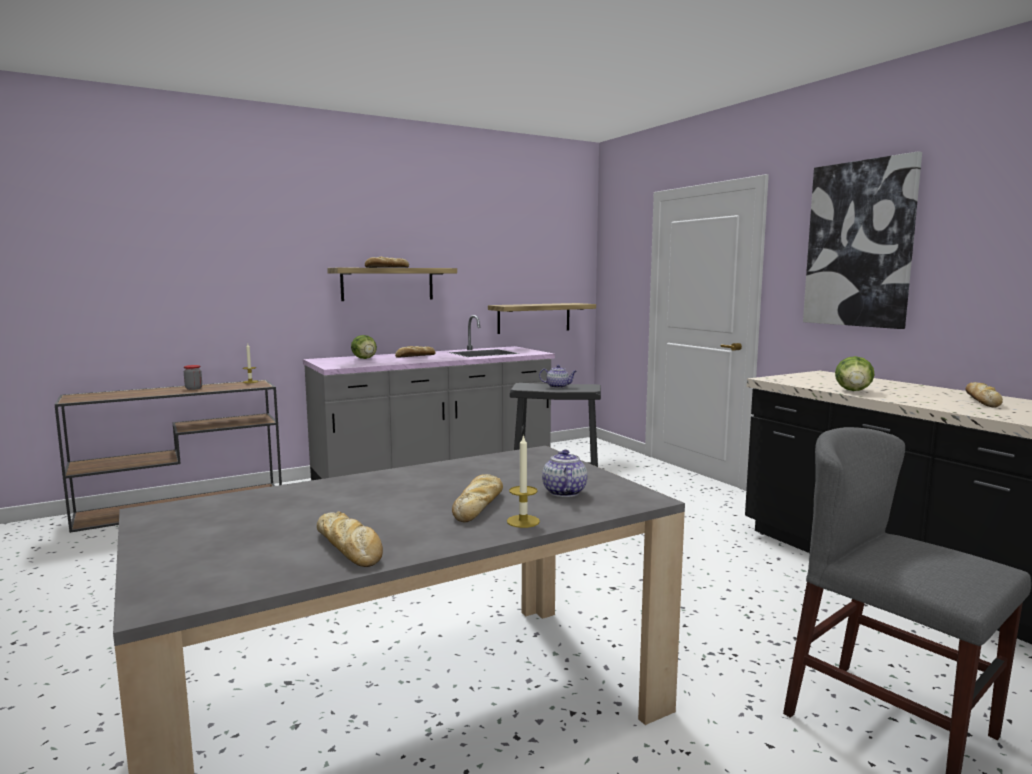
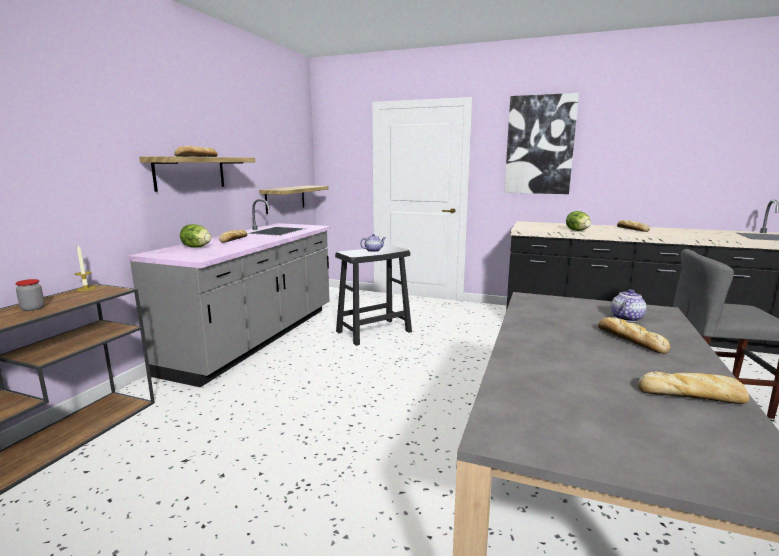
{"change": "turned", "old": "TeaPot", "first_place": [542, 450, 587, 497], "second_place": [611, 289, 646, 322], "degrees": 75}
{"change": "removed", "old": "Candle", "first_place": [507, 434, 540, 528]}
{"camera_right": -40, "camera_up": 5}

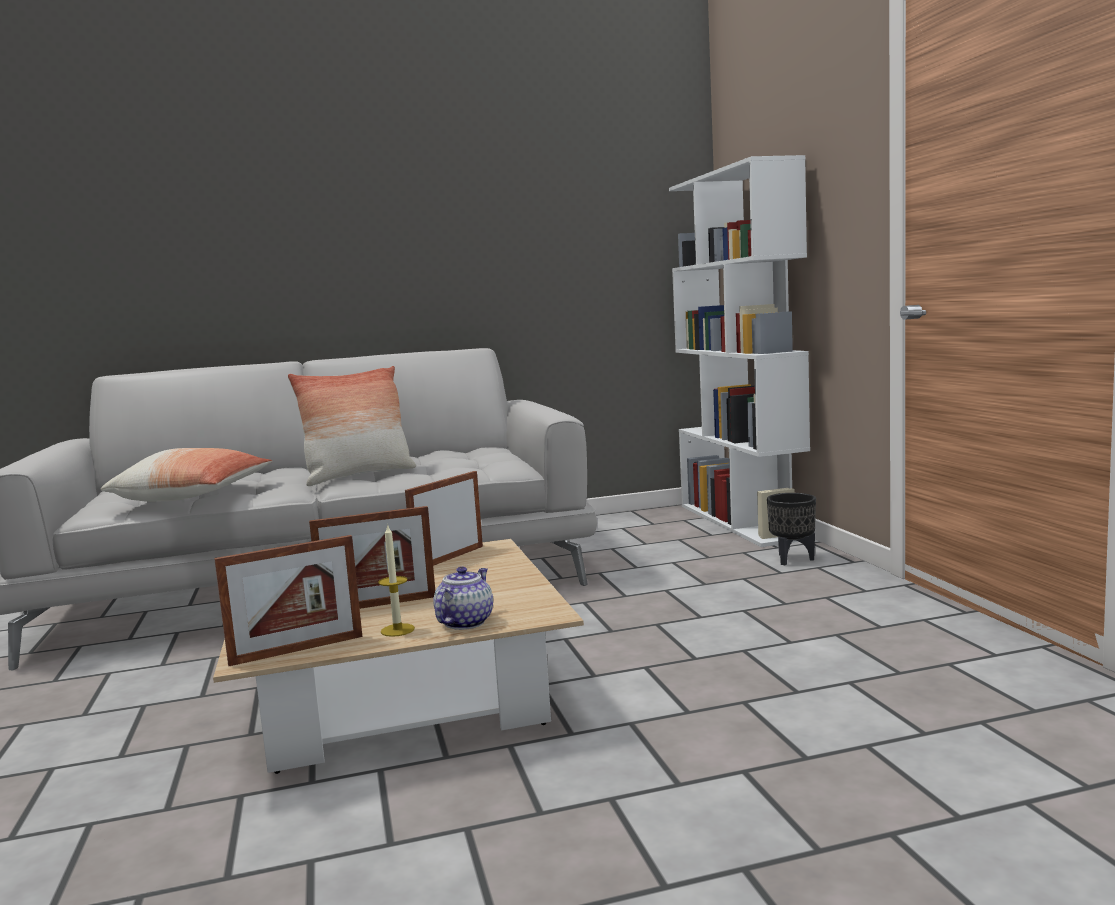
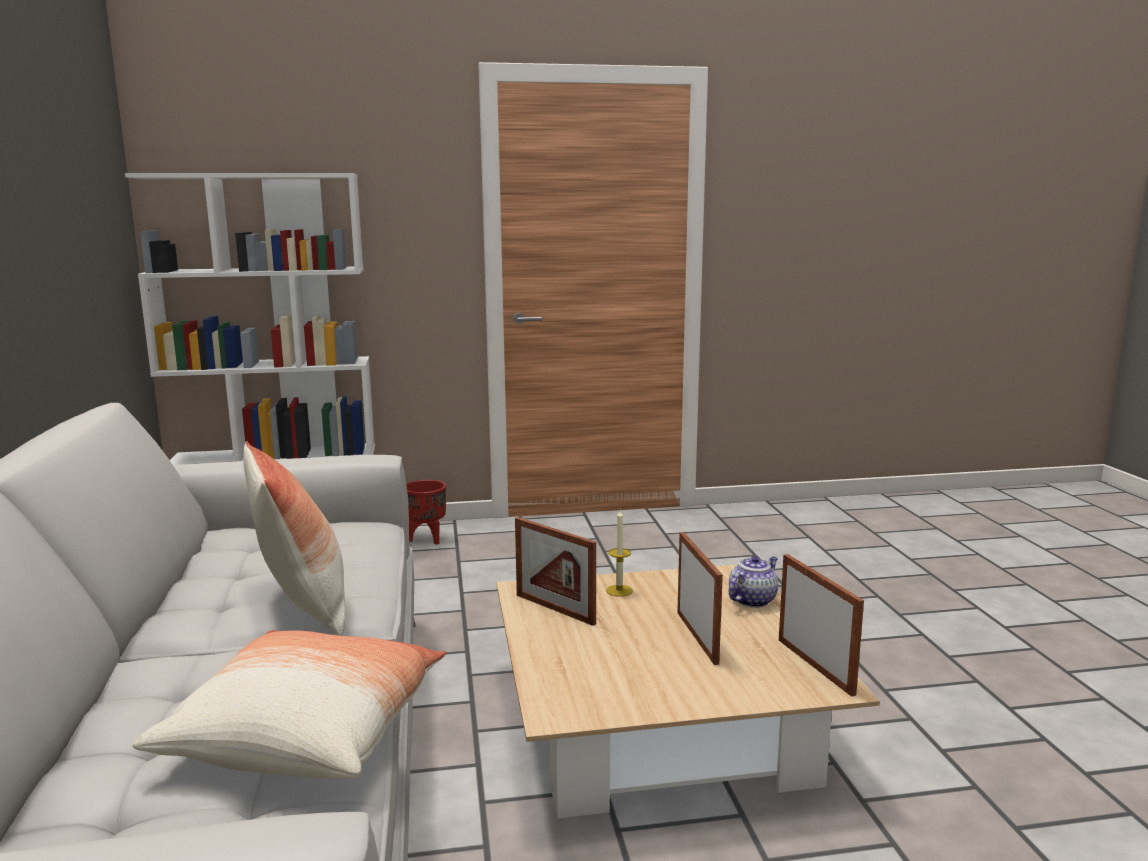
{"change": "recoloured", "old": "BlackishFlowerPot", "new": "RedFlowerPot", "first_place": [767, 493, 816, 565], "second_place": [406, 480, 446, 545]}
{"change": "moved", "old": "Candle", "first_place": [378, 524, 415, 637], "second_place": [606, 510, 633, 597]}
{"change": "turned", "old": "TeaPot", "first_place": [433, 567, 493, 630], "second_place": [729, 556, 778, 608], "degrees": 105}
{"camera_right": -85, "camera_up": 5}

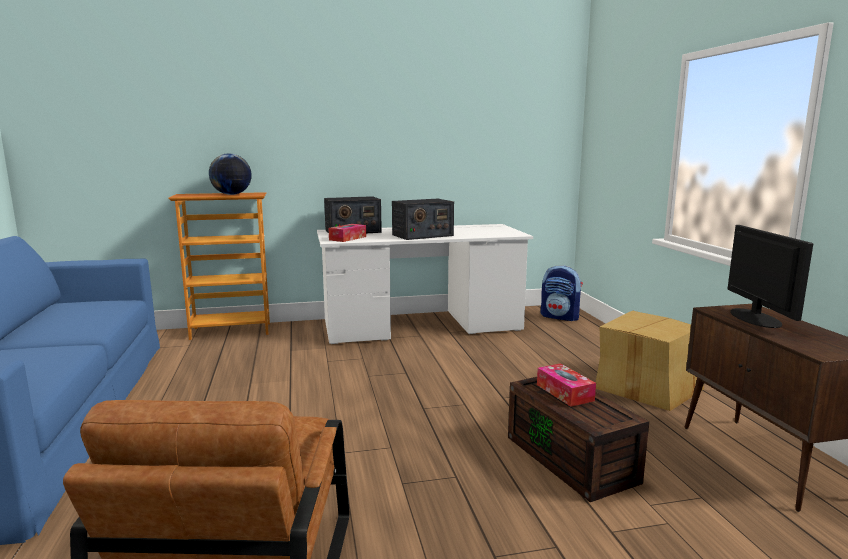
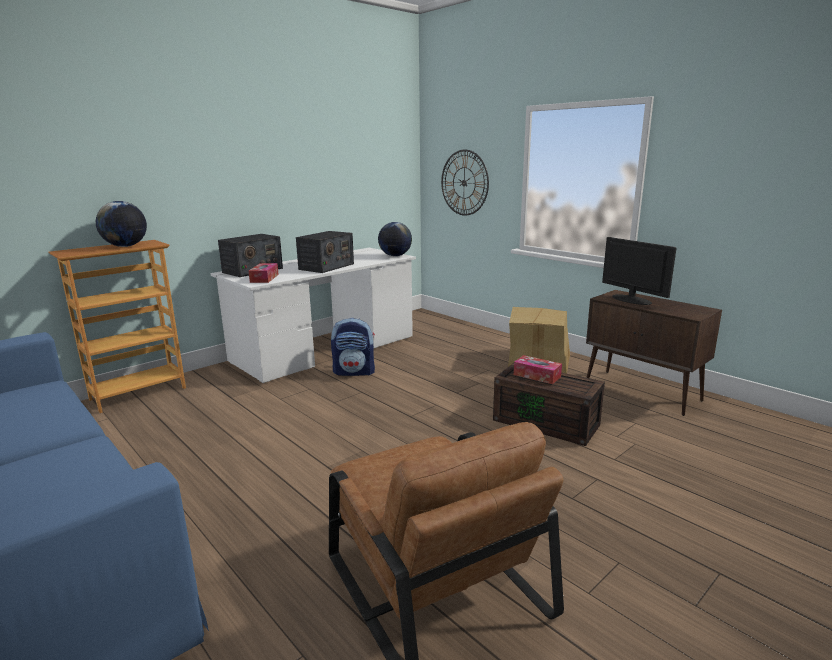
{"change": "moved", "old": "Rucksack", "first_place": [540, 265, 583, 321], "second_place": [331, 318, 375, 376]}
{"change": "added", "new": "Globe", "second_place": [378, 222, 412, 256]}
{"change": "added", "new": "WallClock", "second_place": [441, 150, 489, 216]}
{"camera_right": -30, "camera_up": 5}

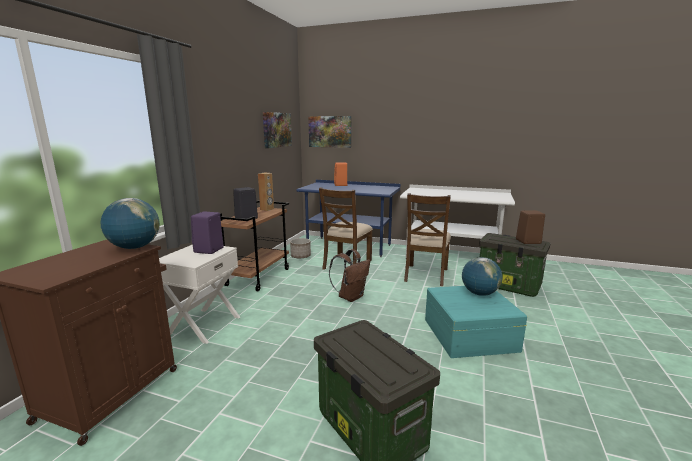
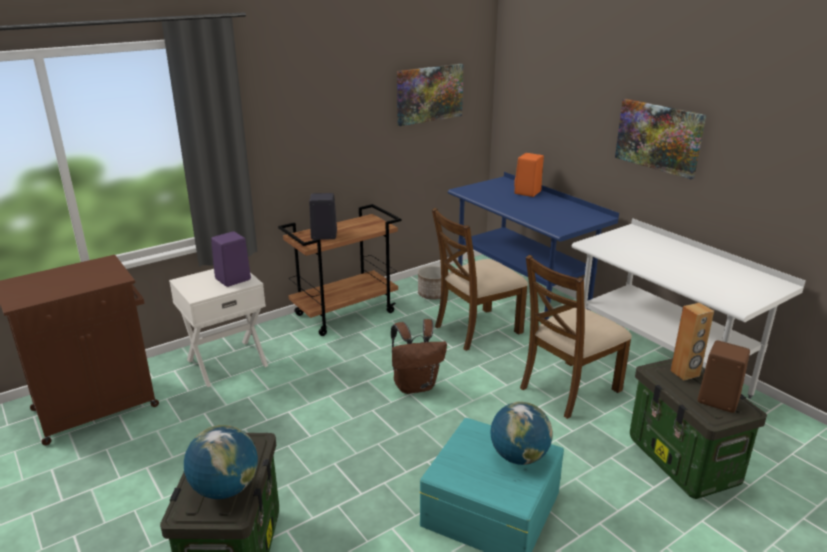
{"change": "moved", "old": "Globe", "first_place": [100, 198, 160, 249], "second_place": [184, 425, 258, 499]}
{"change": "moved", "old": "WallPicture", "first_place": [308, 116, 351, 148], "second_place": [615, 99, 706, 179]}
{"change": "moved", "old": "BrownSpeaker", "first_place": [258, 173, 274, 211], "second_place": [670, 303, 714, 381]}
{"camera_right": 35, "camera_up": 10}

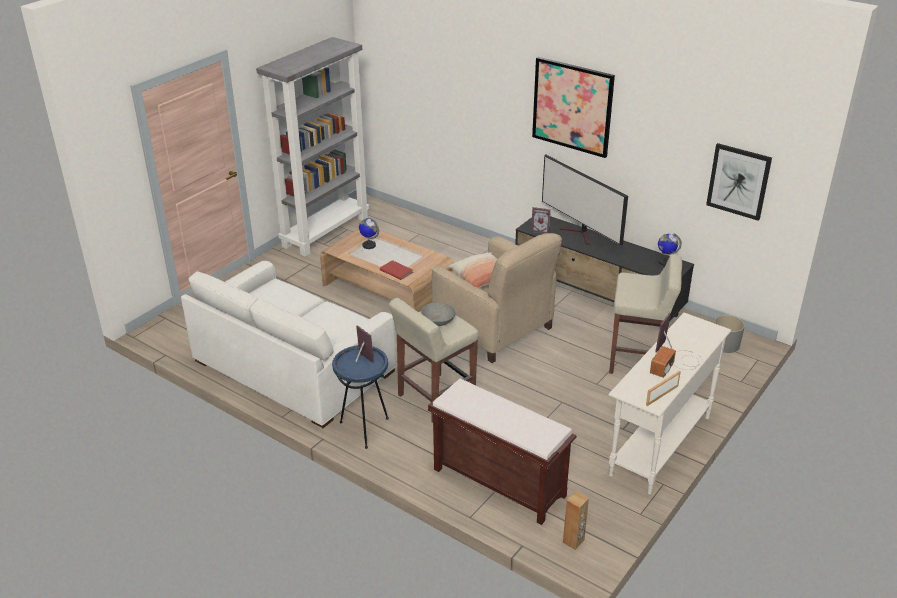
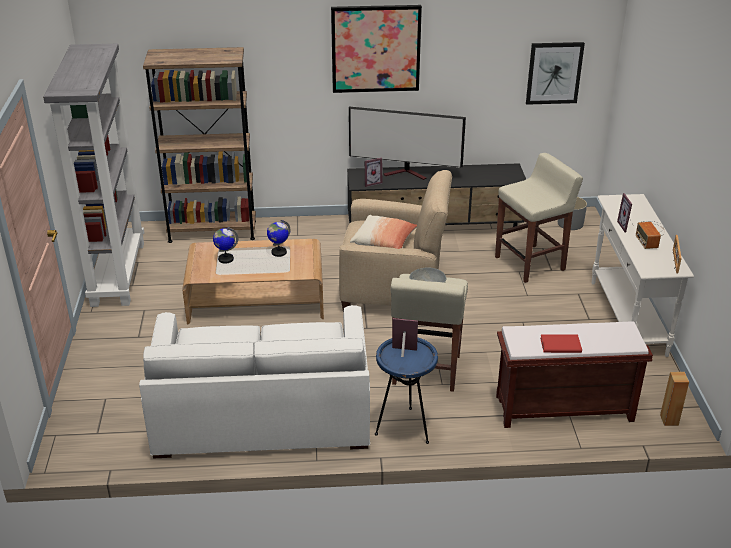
{"change": "added", "new": "BrownBookshelf", "second_place": [143, 47, 256, 243]}
{"change": "moved", "old": "Globe", "first_place": [658, 233, 682, 266], "second_place": [267, 220, 290, 257]}
{"change": "moved", "old": "RedBook", "first_place": [380, 260, 413, 280], "second_place": [540, 334, 582, 353]}
{"camera_right": -40, "camera_up": 0}

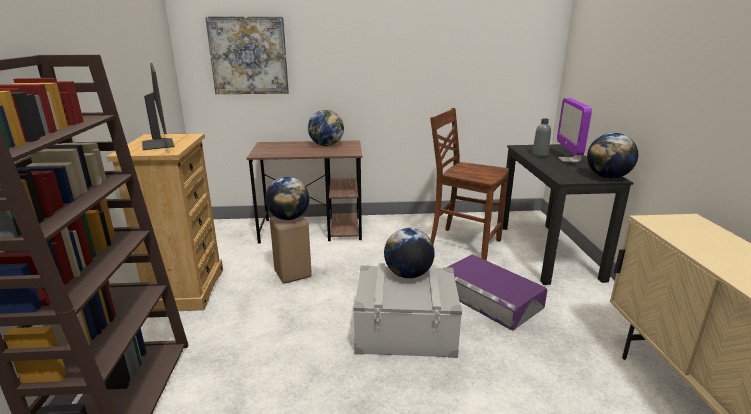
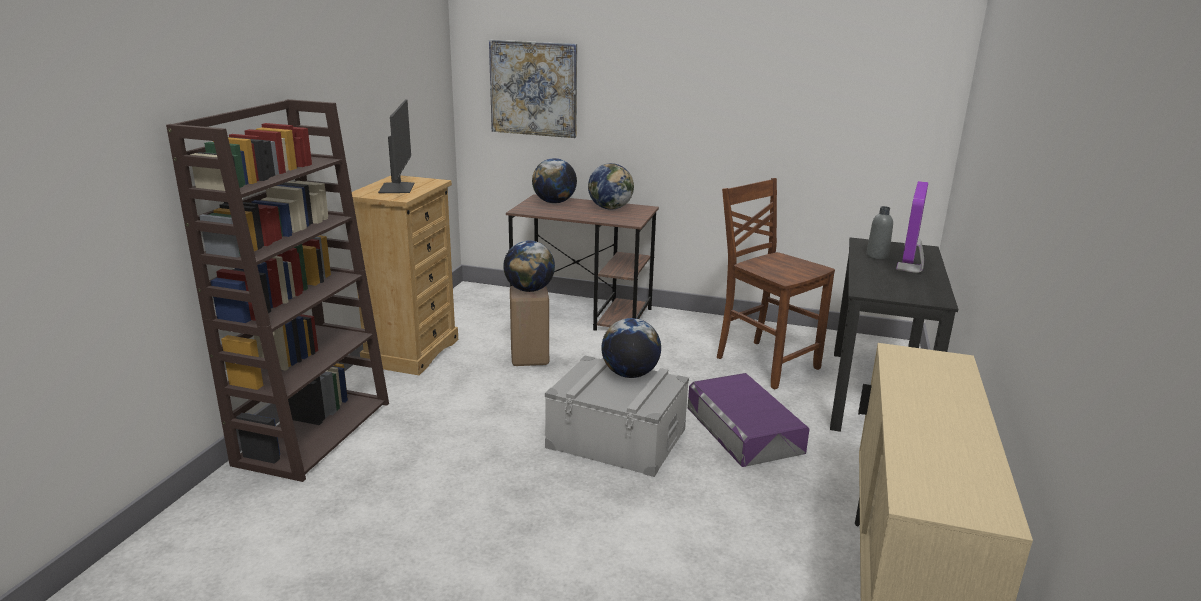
{"change": "moved", "old": "Globe", "first_place": [587, 133, 638, 179], "second_place": [532, 158, 577, 204]}
{"camera_right": 20, "camera_up": 0}

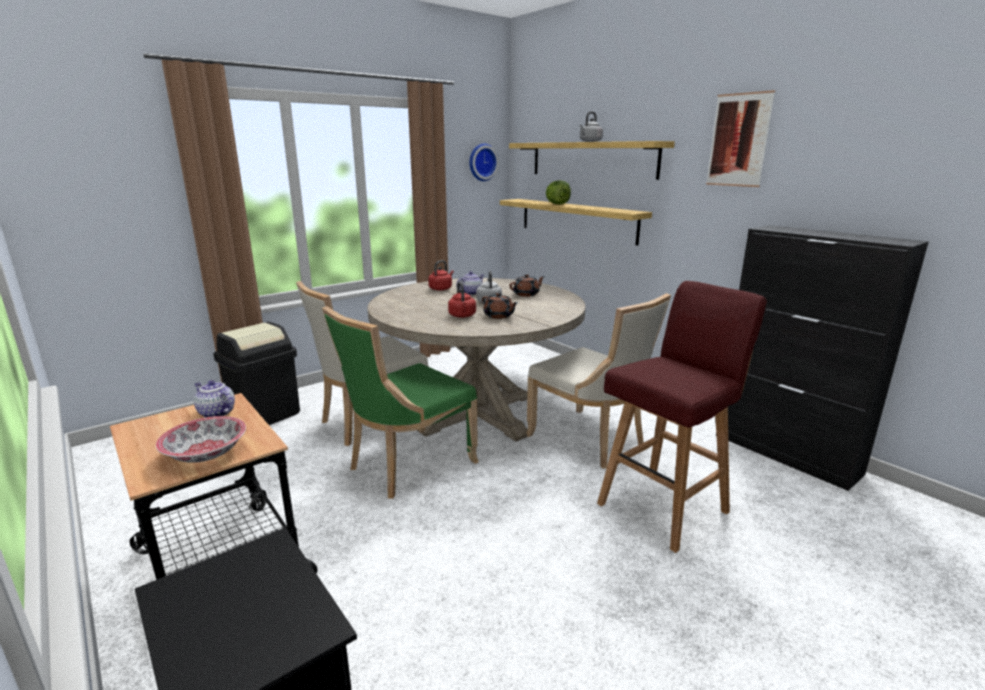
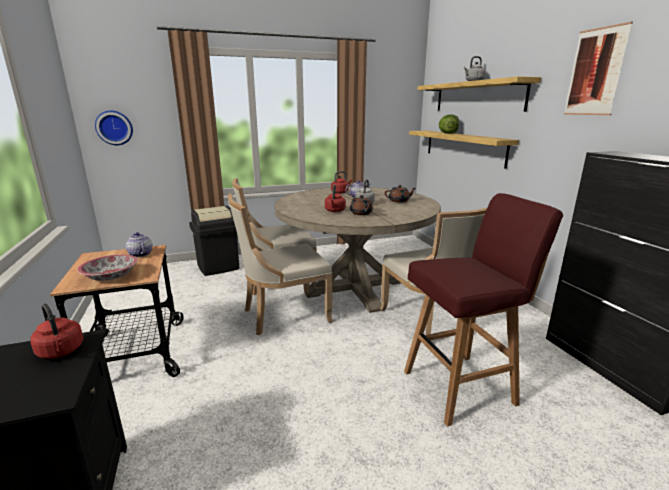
{"change": "added", "new": "RedKettle", "second_place": [30, 304, 84, 359]}
{"change": "moved", "old": "WallClock", "first_place": [469, 144, 499, 181], "second_place": [95, 111, 133, 145]}
{"change": "recoloured", "old": "GreenColouredPlainChair", "new": "BeigePlainChair", "first_place": [322, 306, 479, 499], "second_place": [228, 193, 333, 335]}
{"camera_right": 20, "camera_up": 0}

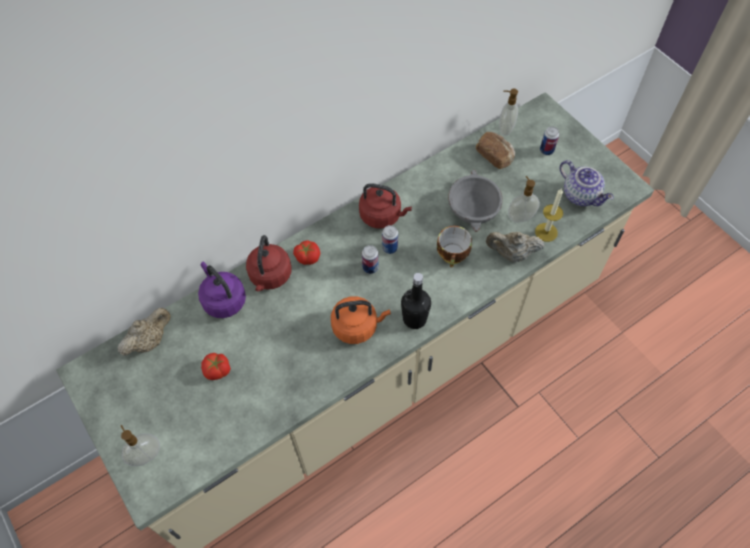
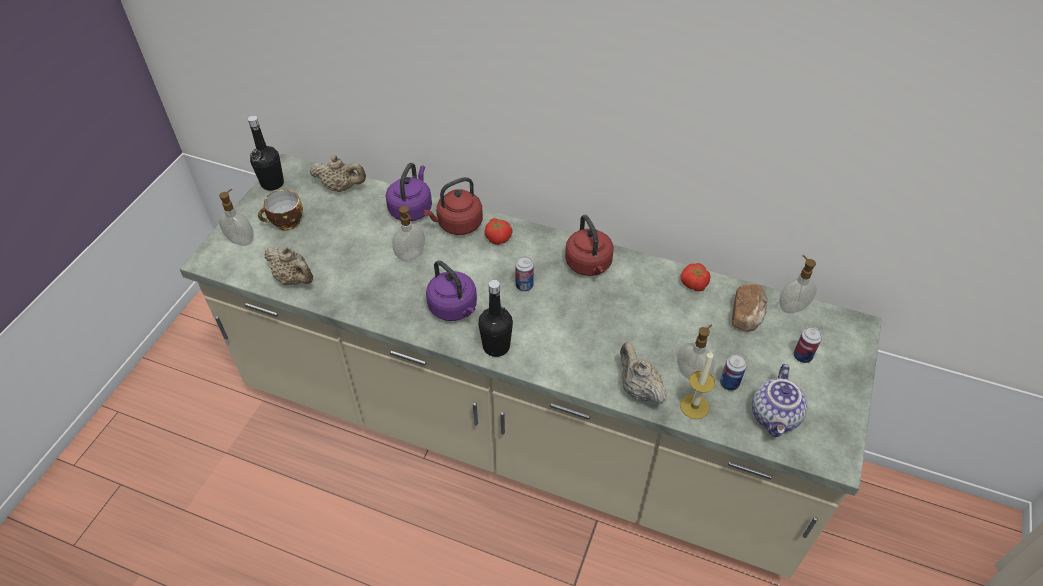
{"change": "added", "new": "BlackishBottle", "second_place": [248, 116, 284, 191]}
{"change": "moved", "old": "Cup", "first_place": [437, 226, 472, 268], "second_place": [258, 189, 303, 230]}
{"change": "added", "new": "BeigeTeaPot", "second_place": [264, 246, 313, 285]}
{"change": "added", "new": "SoapDispenser", "second_place": [392, 206, 425, 261]}
{"change": "recoloured", "old": "OrangeKettle", "new": "PurplishKettle", "first_place": [331, 296, 391, 344], "second_place": [426, 260, 477, 321]}
{"change": "moved", "old": "FreshTomato", "first_place": [201, 353, 231, 380], "second_place": [681, 263, 710, 291]}
{"change": "moved", "old": "MetalCan", "first_place": [382, 225, 398, 254], "second_place": [720, 354, 747, 391]}
{"change": "removed", "old": "GreyServingBowl", "first_place": [448, 169, 502, 232]}
{"camera_right": 55, "camera_up": -10}

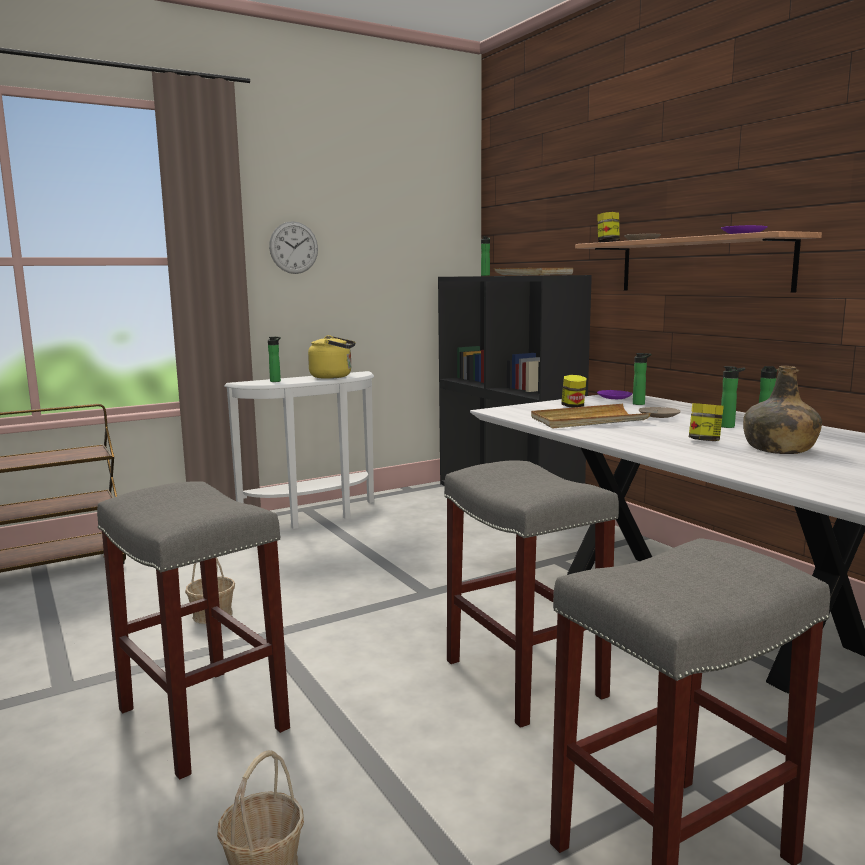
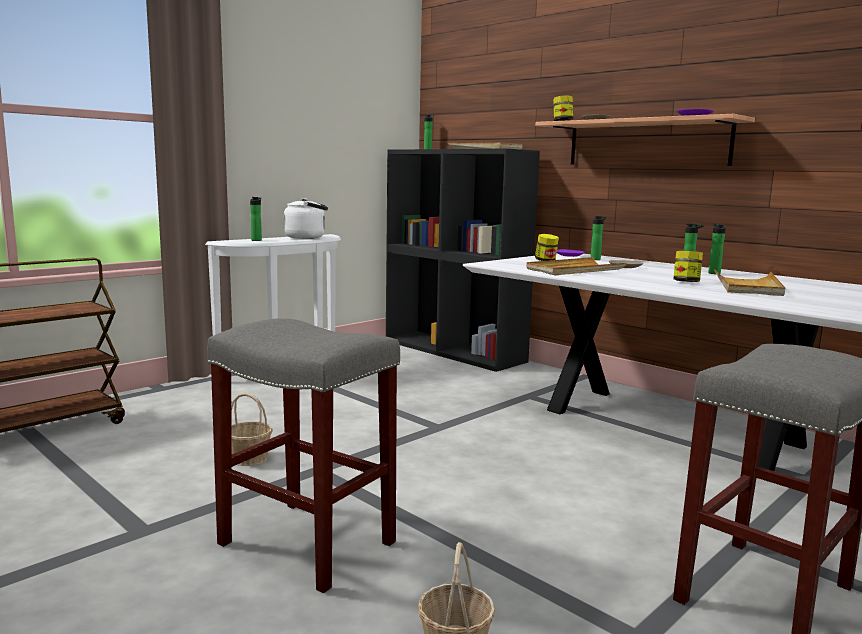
{"change": "recoloured", "old": "YellowKettle", "new": "WhiteKettle", "first_place": [308, 335, 356, 379], "second_place": [284, 198, 328, 239]}
{"change": "replaced", "old": "GreenColouredBottle", "new": "BeigeCarryingTray", "first_place": [743, 366, 822, 454], "second_place": [714, 269, 785, 296]}
{"change": "removed", "old": "WallClock", "first_place": [269, 221, 318, 274]}
{"change": "removed", "old": "GreyStoolSeat", "first_place": [444, 461, 619, 728]}
{"camera_right": -15, "camera_up": 0}

